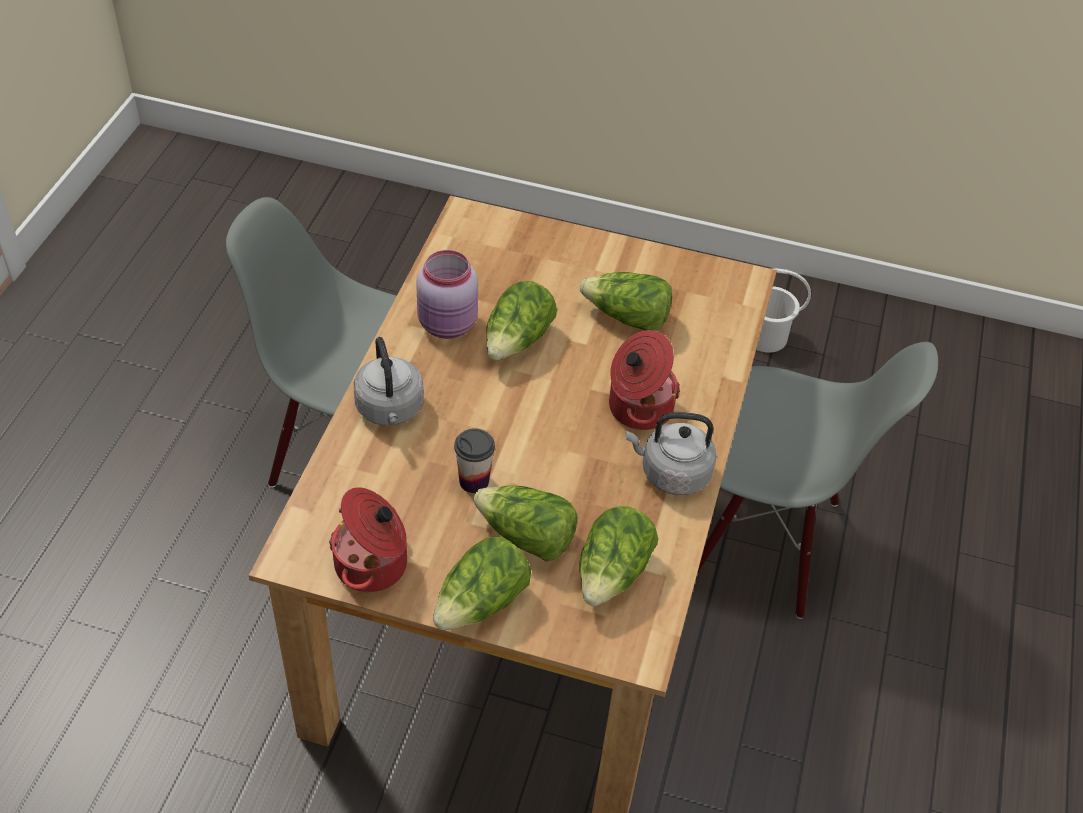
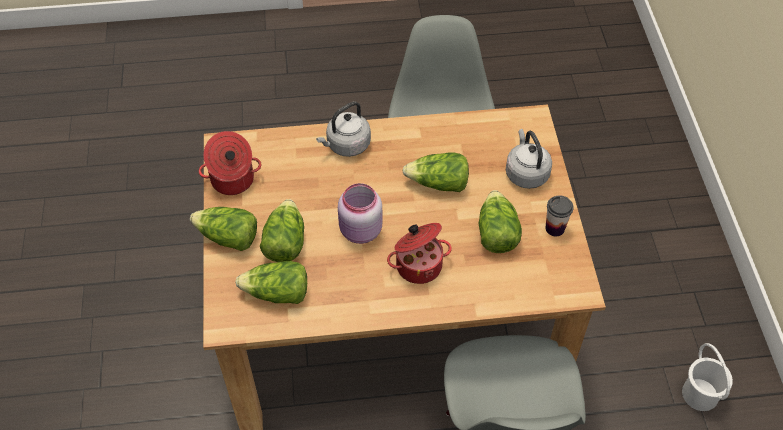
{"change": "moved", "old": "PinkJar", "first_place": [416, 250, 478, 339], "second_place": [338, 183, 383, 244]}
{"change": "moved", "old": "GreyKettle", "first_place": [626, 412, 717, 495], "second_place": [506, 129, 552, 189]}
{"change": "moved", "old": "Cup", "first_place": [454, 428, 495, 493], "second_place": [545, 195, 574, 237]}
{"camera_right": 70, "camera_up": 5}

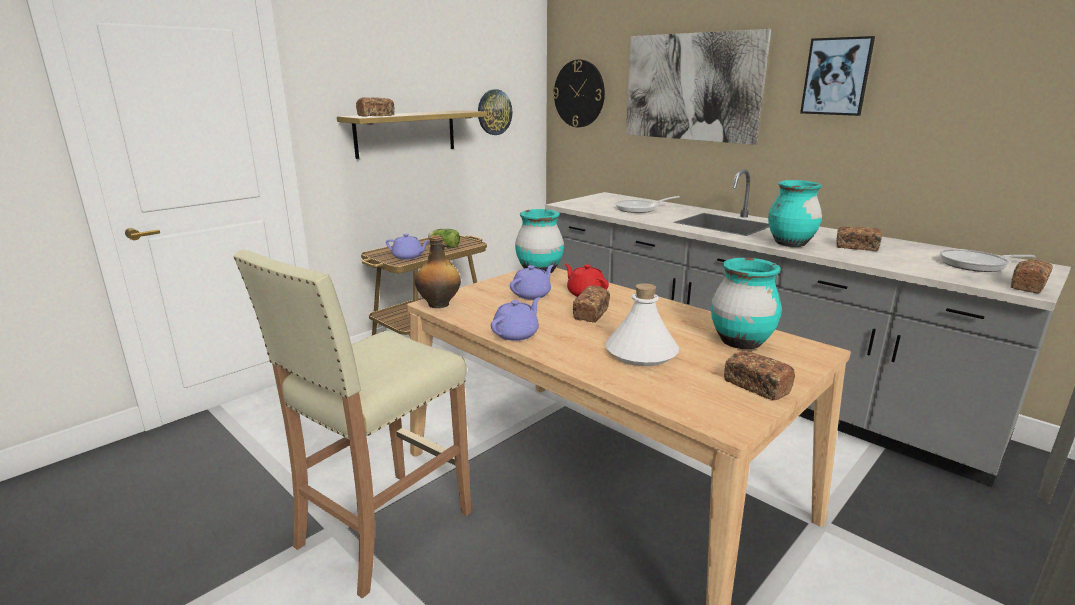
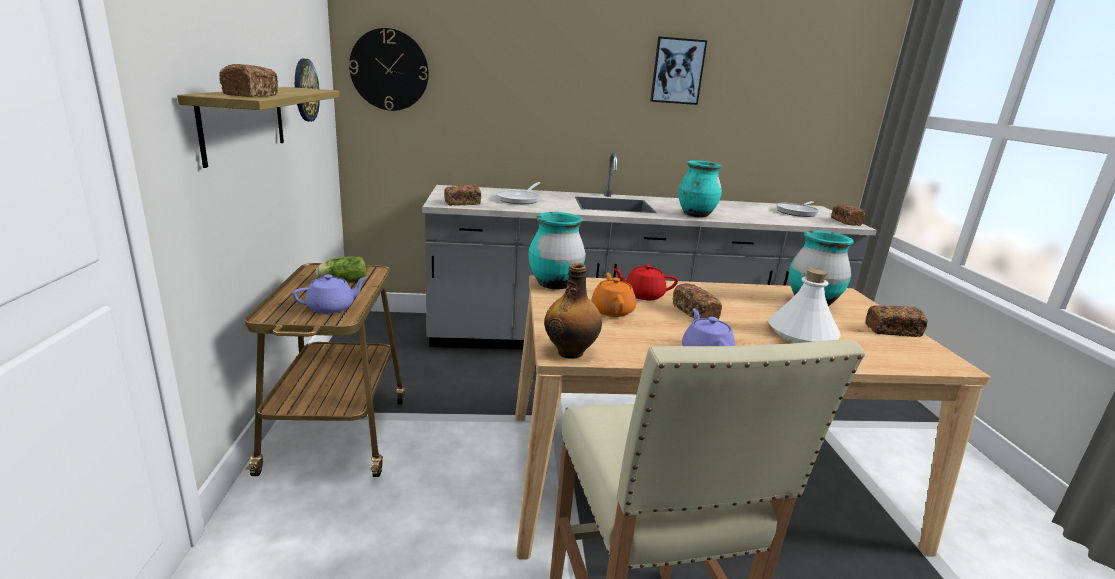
{"change": "moved", "old": "BakedBread", "first_place": [837, 227, 882, 251], "second_place": [444, 185, 481, 206]}
{"change": "recoloured", "old": "PurplishTeaPot", "new": "OrangeTeaPot", "first_place": [510, 265, 554, 299], "second_place": [591, 273, 636, 317]}
{"change": "removed", "old": "WallPicture", "first_place": [626, 29, 771, 145]}
{"camera_right": -50, "camera_up": 0}

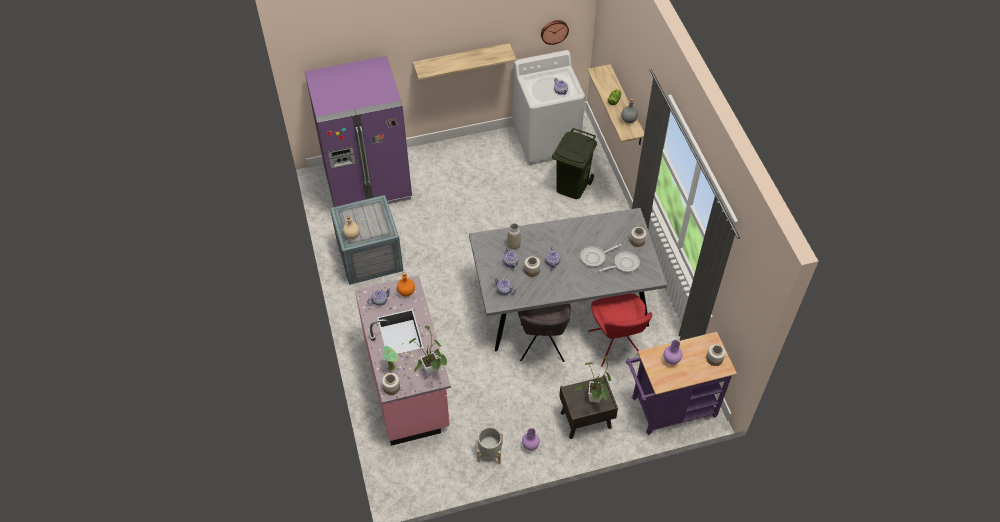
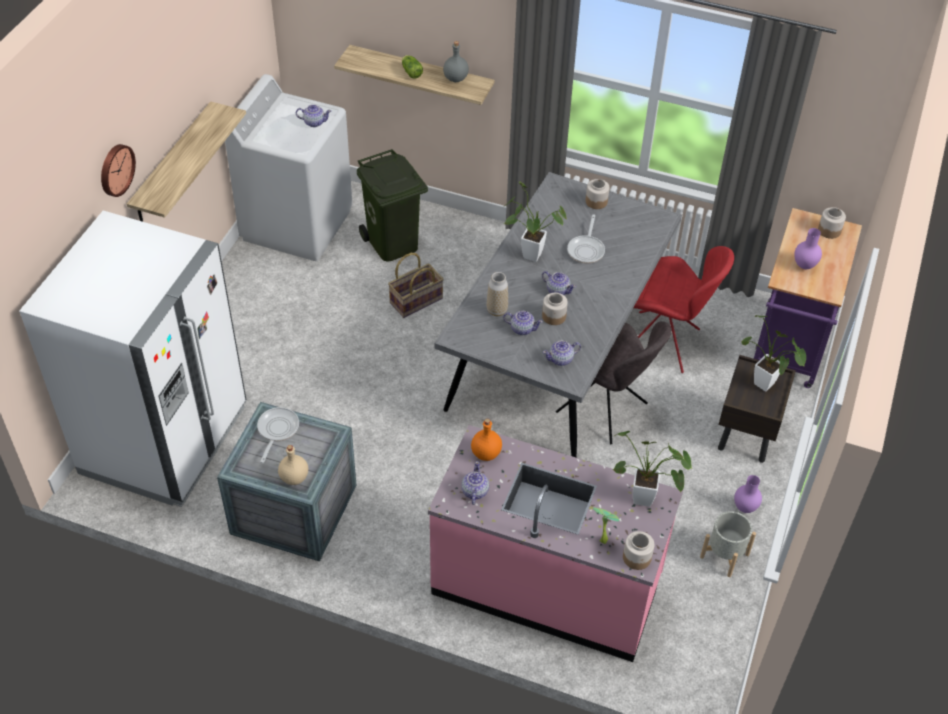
{"change": "recoloured", "old": "PurplishRefrigerator", "new": "WhiteRefrigerator", "first_place": [305, 56, 412, 207], "second_place": [19, 210, 246, 507]}
{"change": "moved", "old": "WallClock", "first_place": [541, 20, 569, 45], "second_place": [101, 144, 136, 197]}
{"change": "moved", "old": "FryingPan", "first_place": [599, 251, 640, 272], "second_place": [257, 407, 299, 463]}
{"change": "added", "new": "Basket", "second_place": [388, 253, 444, 318]}
{"change": "added", "new": "Houseplant", "second_place": [504, 181, 567, 262]}
{"camera_right": -55, "camera_up": -5}

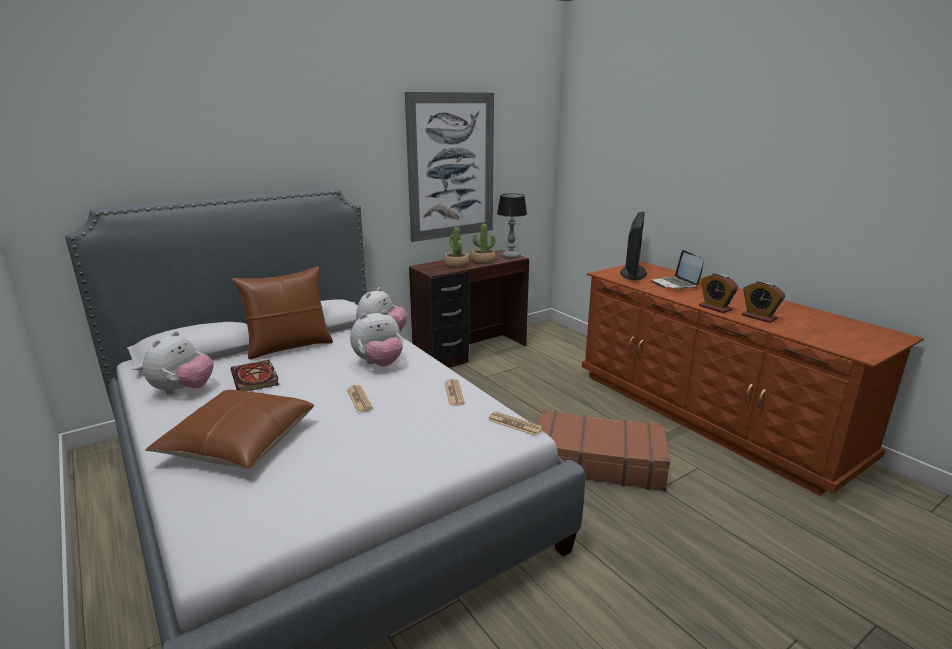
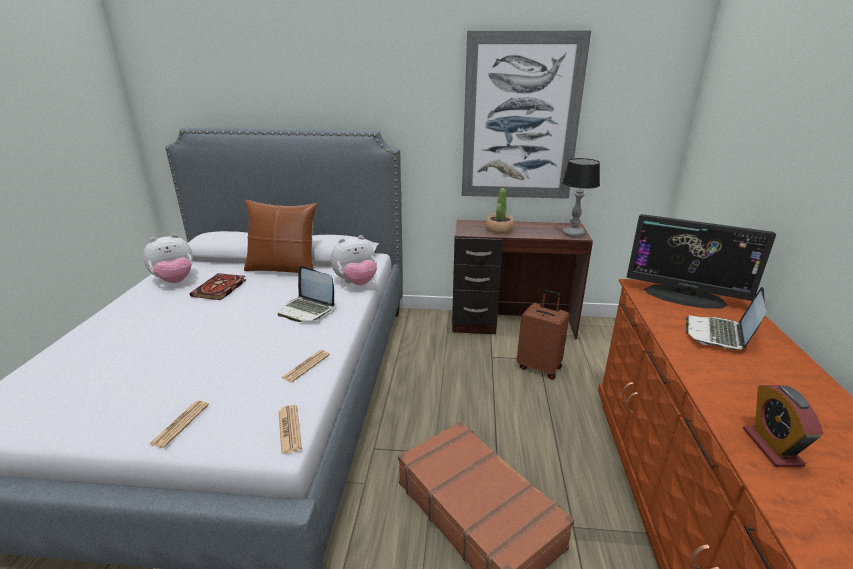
{"change": "moved", "old": "PrintedPaper", "first_place": [347, 385, 373, 412], "second_place": [149, 401, 209, 448]}
{"change": "replaced", "old": "PlushToy", "new": "NotebookComputer", "first_place": [350, 310, 403, 366], "second_place": [278, 266, 334, 322]}
{"change": "added", "new": "BrownSuitcase", "second_place": [517, 290, 570, 379]}
{"change": "turned", "old": "ComputerDisplay", "first_place": [620, 212, 647, 280], "second_place": [626, 214, 776, 309], "degrees": 60}
{"change": "removed", "old": "BrownPillow", "first_place": [145, 390, 314, 469]}
{"change": "removed", "old": "Houseplant", "first_place": [471, 224, 496, 264]}
{"change": "removed", "old": "BedsideClock", "first_place": [699, 273, 738, 313]}
{"camera_right": 40, "camera_up": 5}

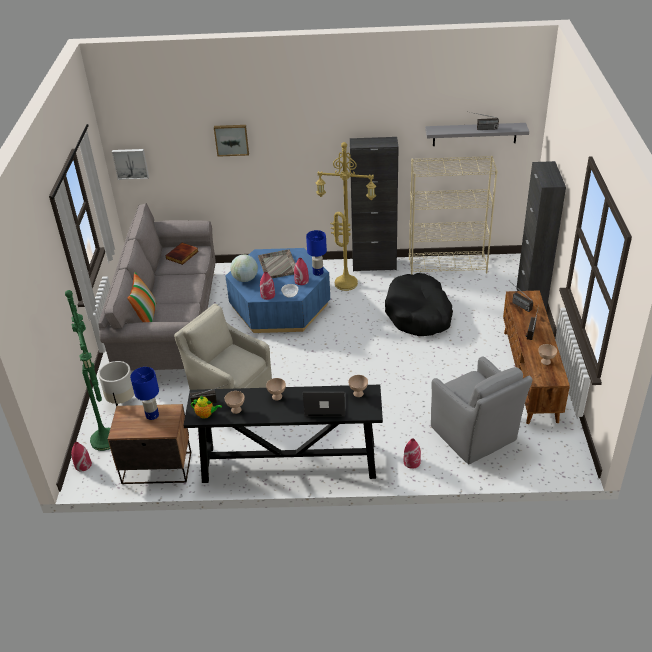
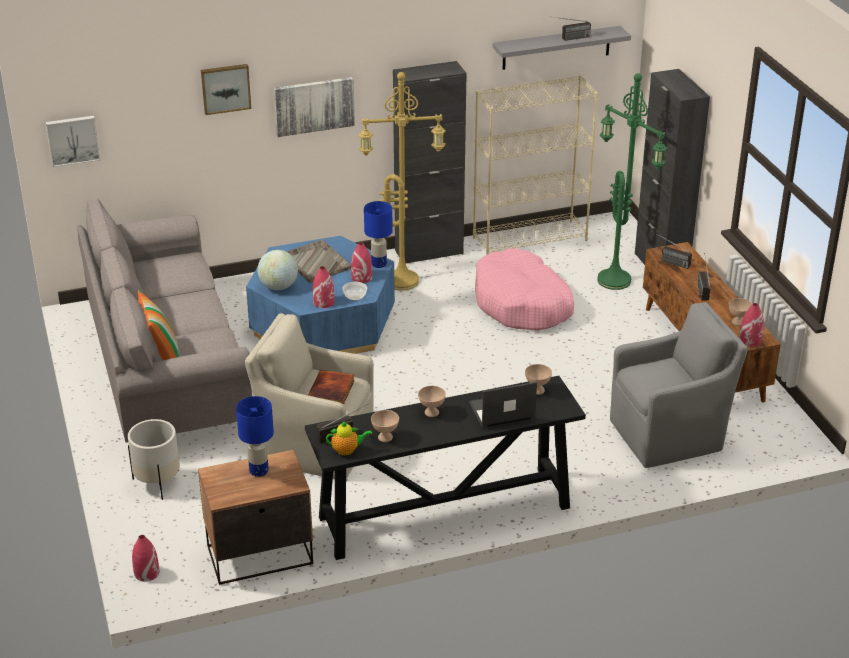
{"change": "added", "new": "WallPicture", "second_place": [274, 77, 355, 137]}
{"change": "moved", "old": "Book", "first_place": [165, 243, 199, 265], "second_place": [308, 370, 355, 405]}
{"change": "recoloured", "old": "BlackishDogCushion", "new": "PinkDogCushion", "first_place": [385, 273, 453, 336], "second_place": [475, 248, 574, 331]}
{"change": "moved", "old": "GreenColouredStandardLamp", "first_place": [65, 290, 110, 451], "second_place": [597, 73, 667, 290]}
{"change": "turned", "old": "GreyLoungeChair", "first_place": [431, 357, 533, 464], "second_place": [610, 302, 748, 468], "degrees": -60}
{"change": "moved", "old": "RedVase", "first_place": [404, 438, 421, 469], "second_place": [739, 303, 764, 346]}
{"camera_right": -20, "camera_up": -5}

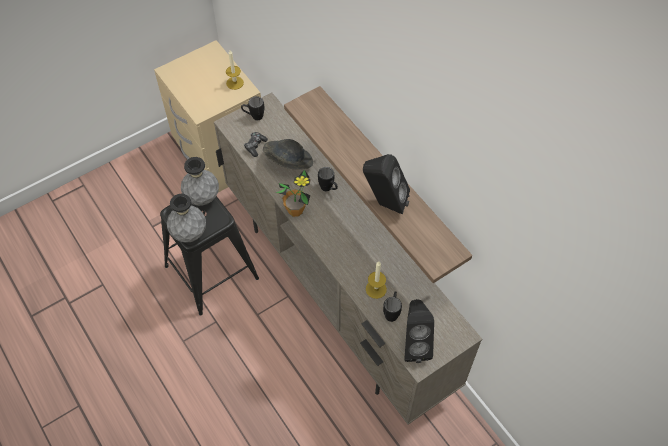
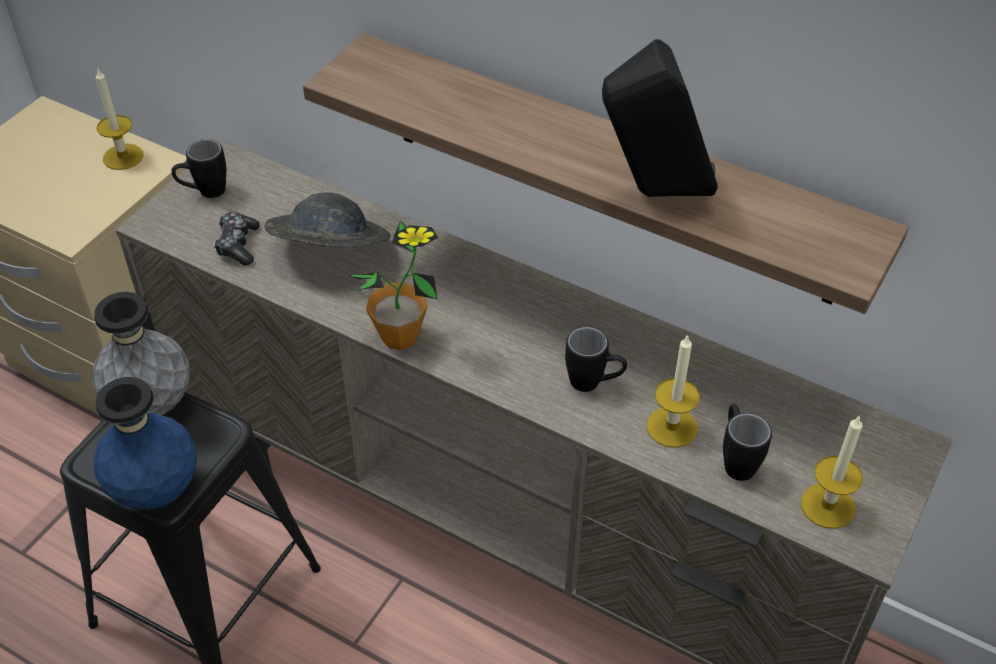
{"change": "recoloured", "old": "GreyVase", "new": "BluishVase", "first_place": [167, 194, 206, 243], "second_place": [94, 377, 197, 510]}
{"change": "moved", "old": "BlackishCoffeeMug", "first_place": [318, 167, 338, 191], "second_place": [565, 327, 627, 392]}
{"change": "replaced", "old": "BlackishSpeaker", "new": "Candle", "first_place": [404, 299, 434, 363], "second_place": [801, 415, 863, 529]}
{"camera_right": -25, "camera_up": -10}

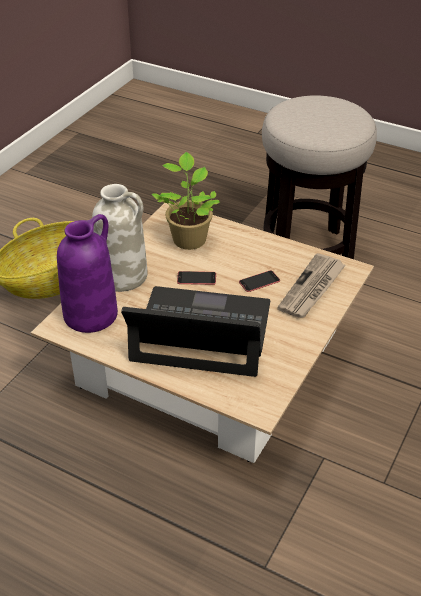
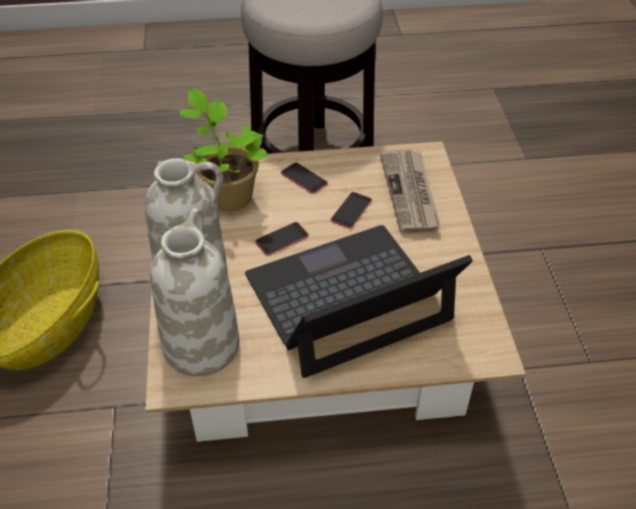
{"change": "recoloured", "old": "PurplishVase", "new": "WhiteVase", "first_place": [57, 214, 118, 333], "second_place": [150, 208, 239, 376]}
{"change": "added", "new": "Telephone", "second_place": [281, 162, 328, 194]}
{"camera_right": -35, "camera_up": 5}

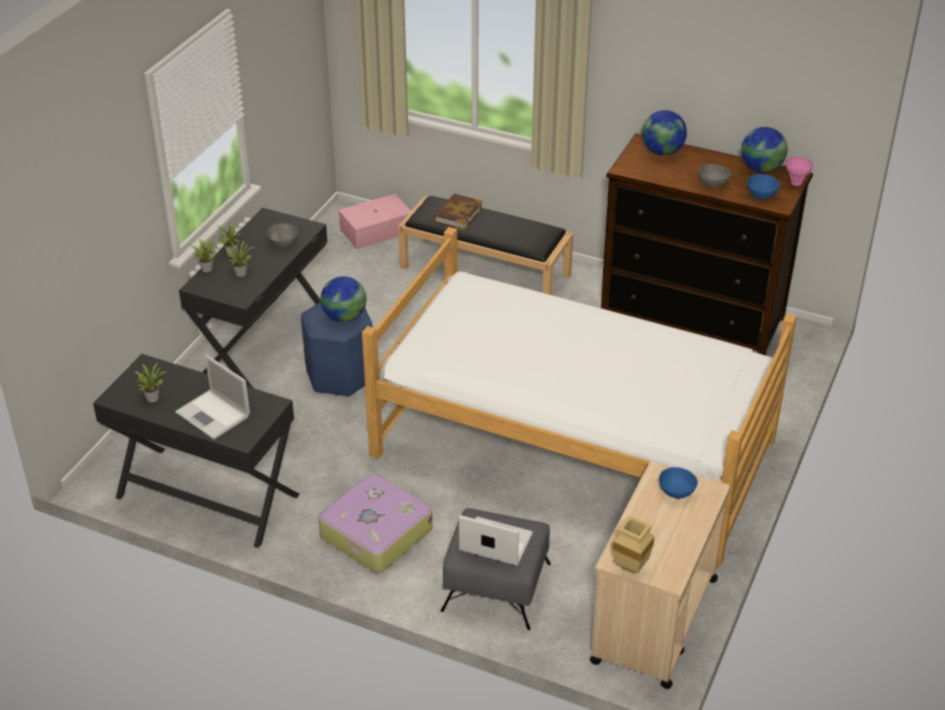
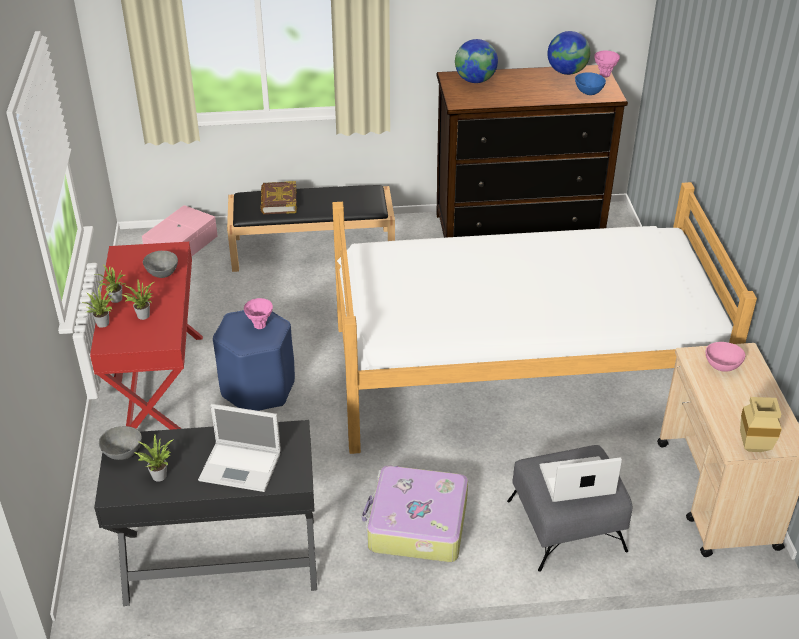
{"change": "recoloured", "old": "BlackishDesk", "new": "RedDesk", "first_place": [179, 208, 327, 388], "second_place": [90, 242, 203, 430]}
{"change": "moved", "old": "GreyServingBowl", "first_place": [698, 164, 731, 188], "second_place": [99, 426, 142, 460]}
{"change": "replaced", "old": "Globe", "new": "PinkVase", "first_place": [320, 276, 366, 322], "second_place": [244, 298, 273, 329]}
{"change": "recoloured", "old": "BluishServingBowl", "new": "PinkServingBowl", "first_place": [659, 467, 698, 499], "second_place": [706, 342, 745, 372]}
{"camera_right": -30, "camera_up": 0}

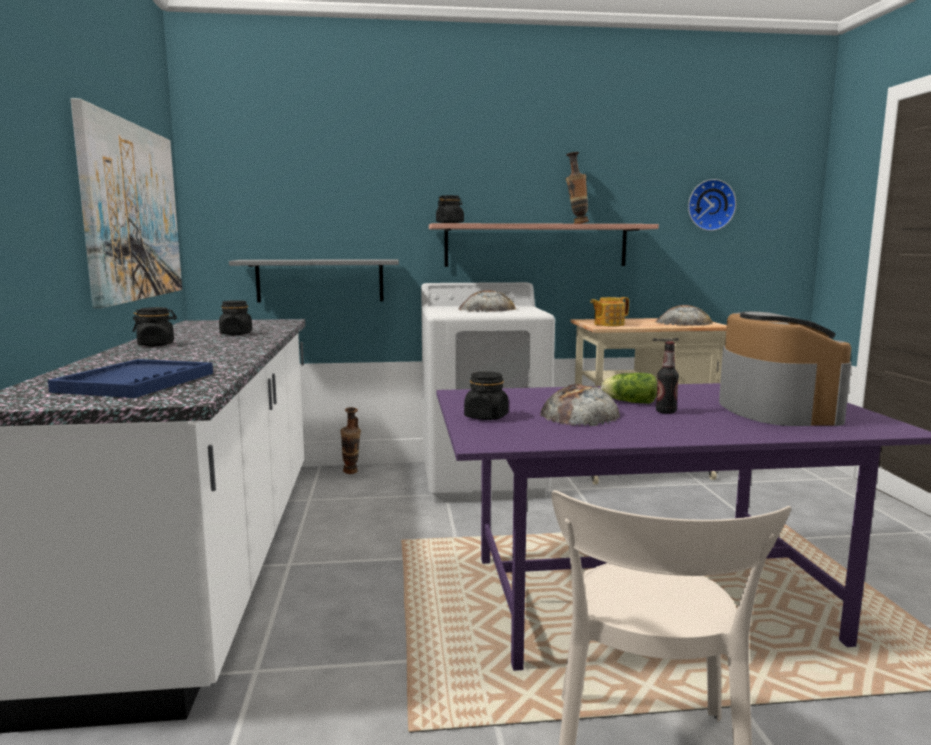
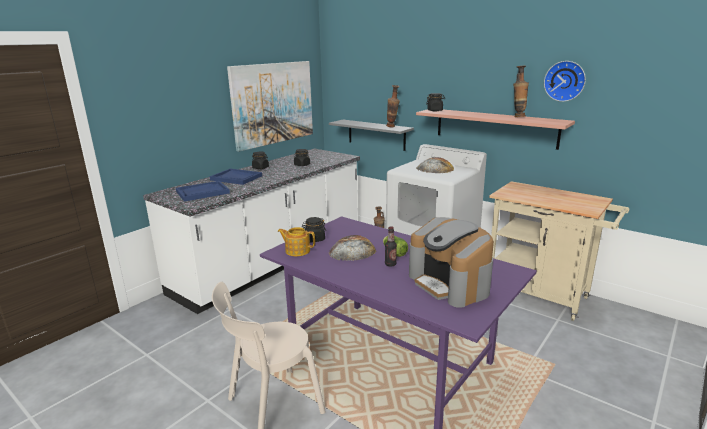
{"change": "added", "new": "BluishCarryingTray", "second_place": [210, 169, 262, 185]}
{"change": "moved", "old": "TeaPot", "first_place": [590, 297, 629, 326], "second_place": [278, 227, 315, 256]}
{"change": "added", "new": "Vase", "second_place": [386, 85, 400, 127]}
{"change": "turned", "old": "CoffeeMaker", "first_place": [719, 311, 852, 426], "second_place": [409, 217, 494, 308], "degrees": 105}
{"change": "moved", "old": "WallClock", "first_place": [688, 179, 736, 231], "second_place": [544, 61, 586, 102]}
{"change": "removed", "old": "BakedBread", "first_place": [655, 305, 713, 326]}
{"camera_right": 45, "camera_up": 10}

